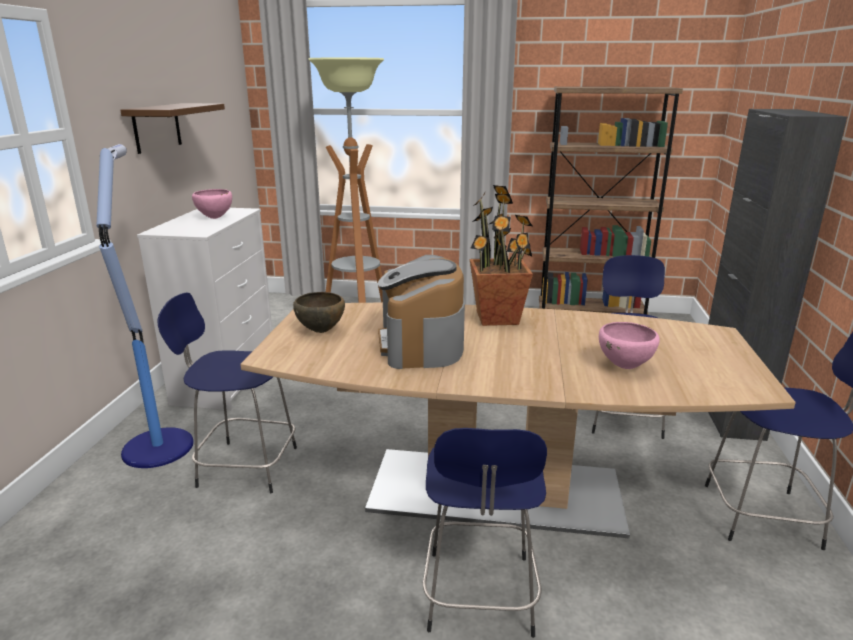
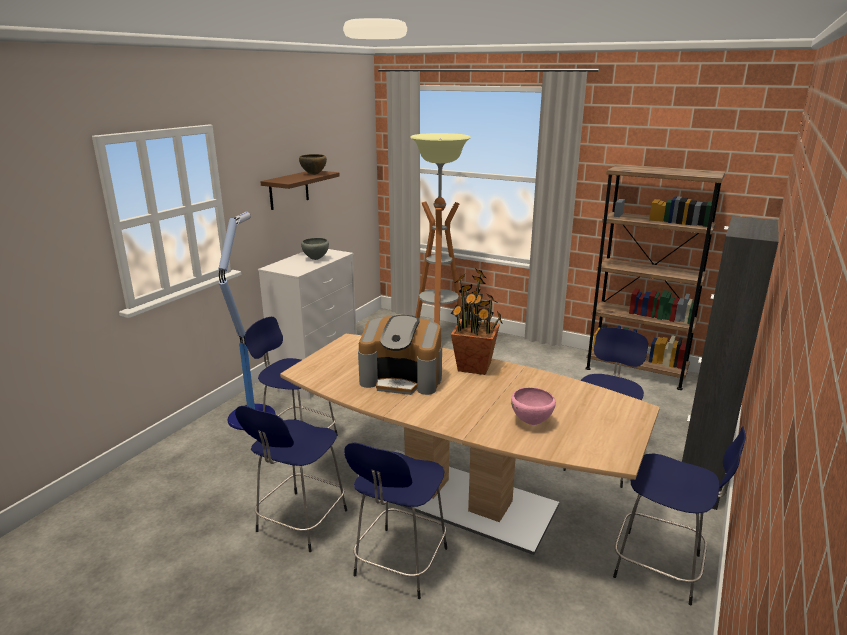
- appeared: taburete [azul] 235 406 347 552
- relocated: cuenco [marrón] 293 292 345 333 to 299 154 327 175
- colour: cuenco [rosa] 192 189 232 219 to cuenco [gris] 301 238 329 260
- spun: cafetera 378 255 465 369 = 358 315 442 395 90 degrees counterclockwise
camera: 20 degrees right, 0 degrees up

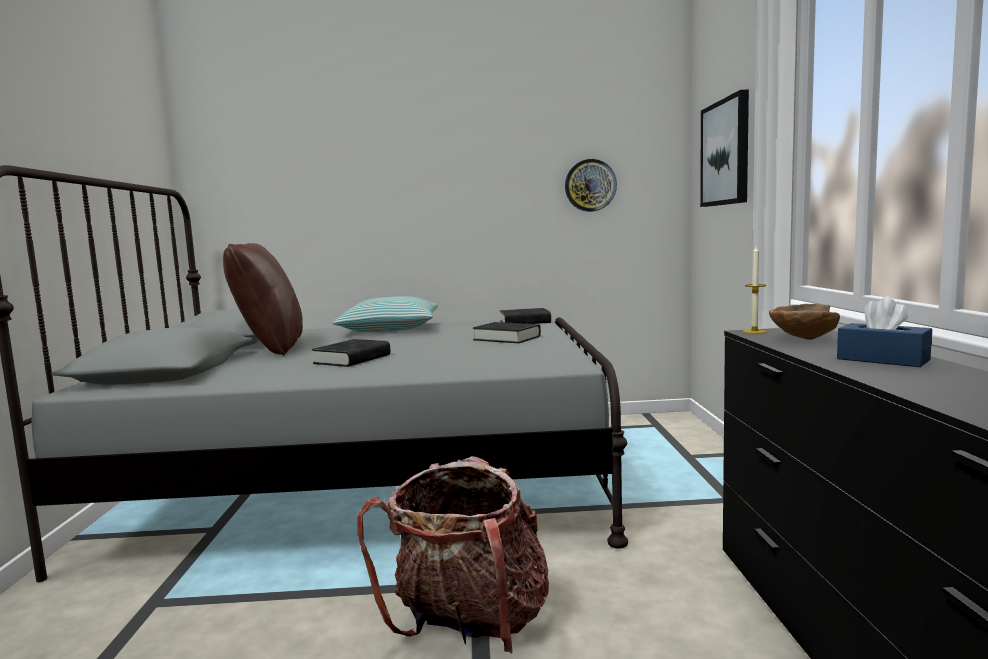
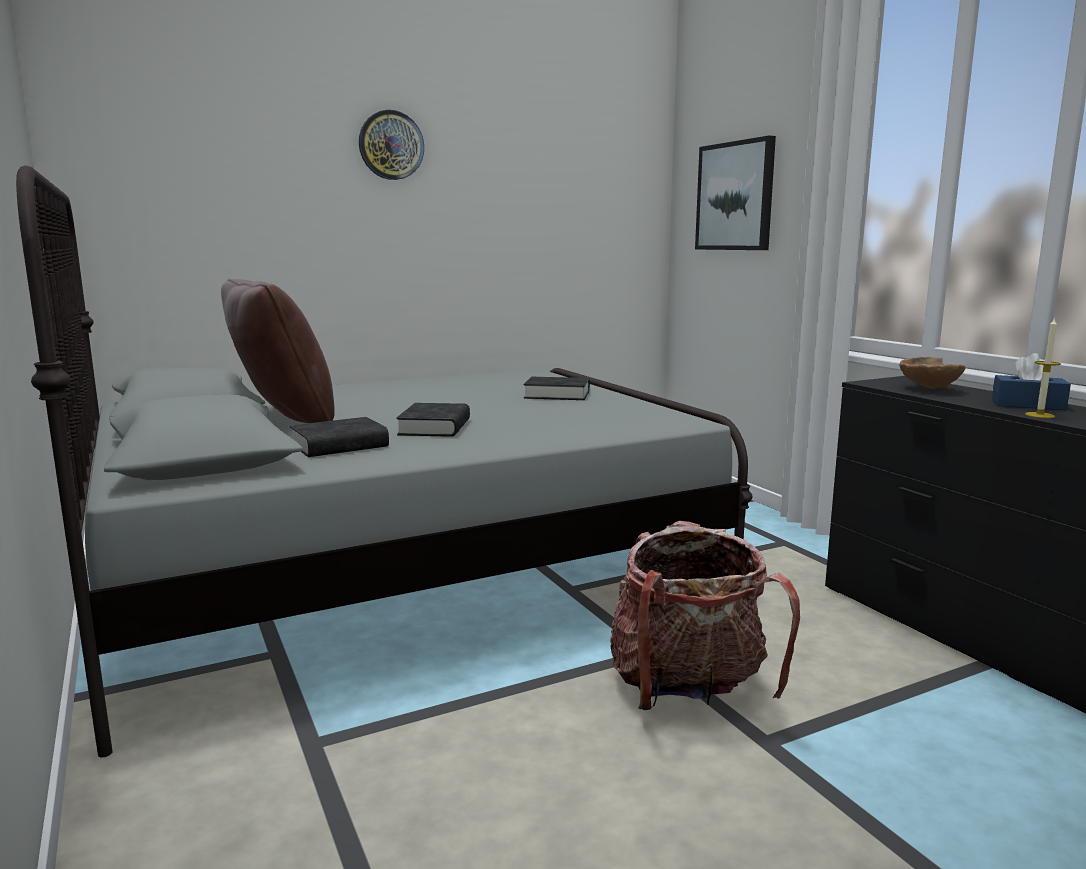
- relocated: libro [negro] 500 308 551 324 to 290 417 389 457
- relocated: reloj de pared 565 159 617 212 to 359 110 424 180
- relocated: vela 742 246 767 334 to 1025 317 1061 418
- missing: cojín 332 296 438 332
camera: 25 degrees left, 5 degrees up

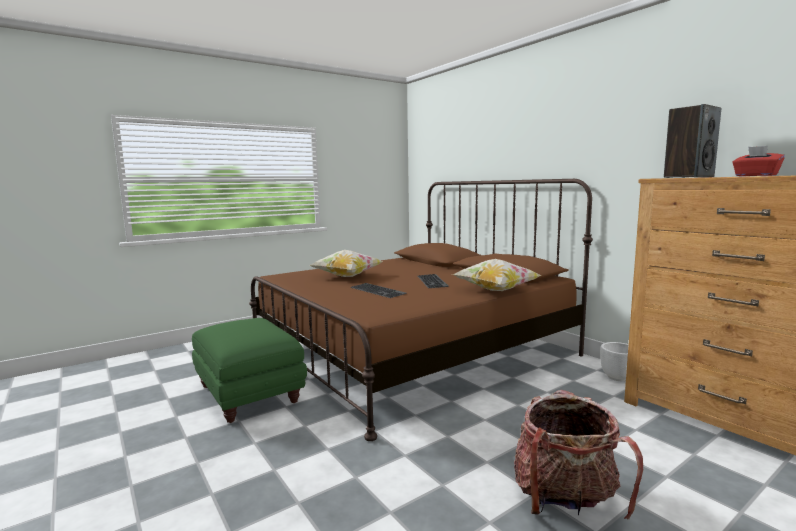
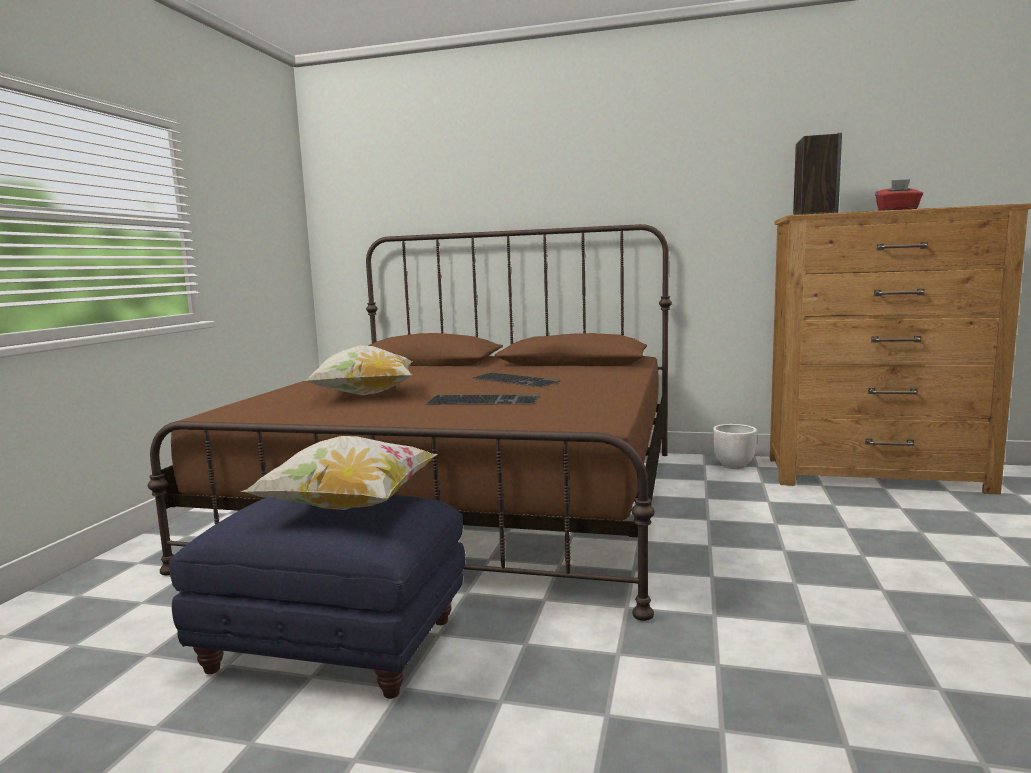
- colour: puf [verde] 192 318 307 423 to puf [azul] 169 495 465 699
- relocated: cojín 452 259 541 291 to 241 436 438 510
- missing: mochila 514 390 643 519
camera: 40 degrees left, 0 degrees up

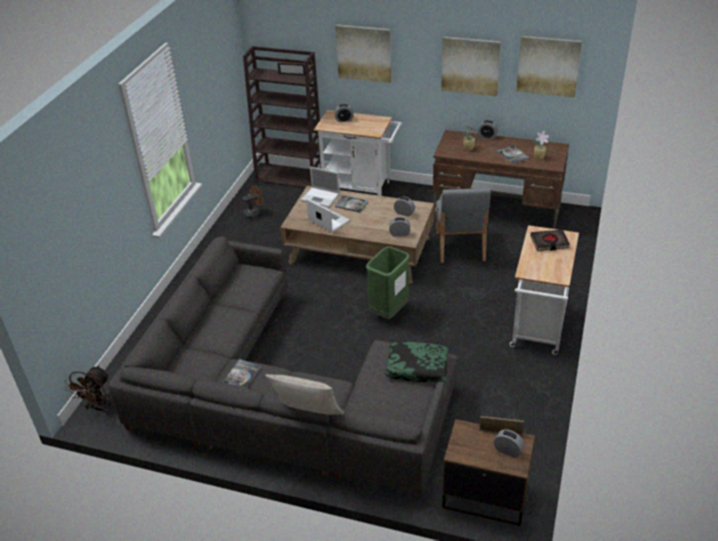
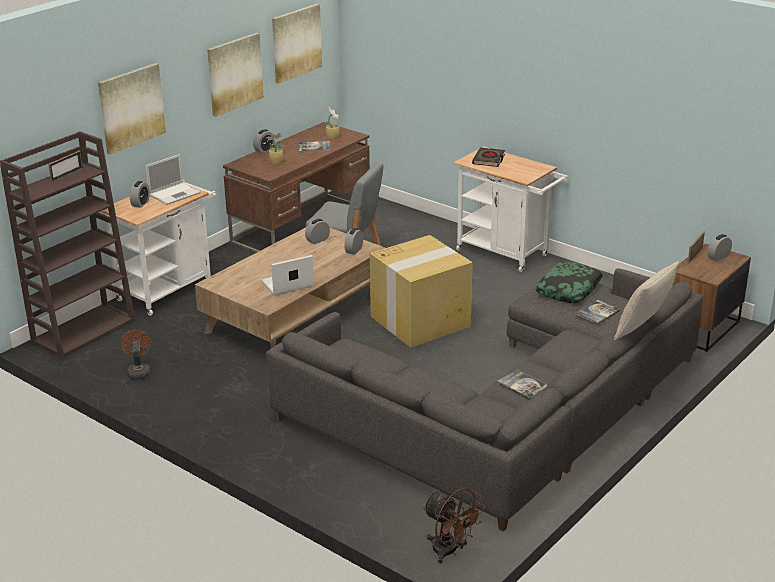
- relocated: portátil 301 167 340 207 to 145 154 201 205
- exchanged: papelera [verde] 366 246 410 319 to caja de cartón 370 235 473 348
- relocated: libro 335 195 368 213 to 575 300 621 324
camera: 70 degrees left, 10 degrees down

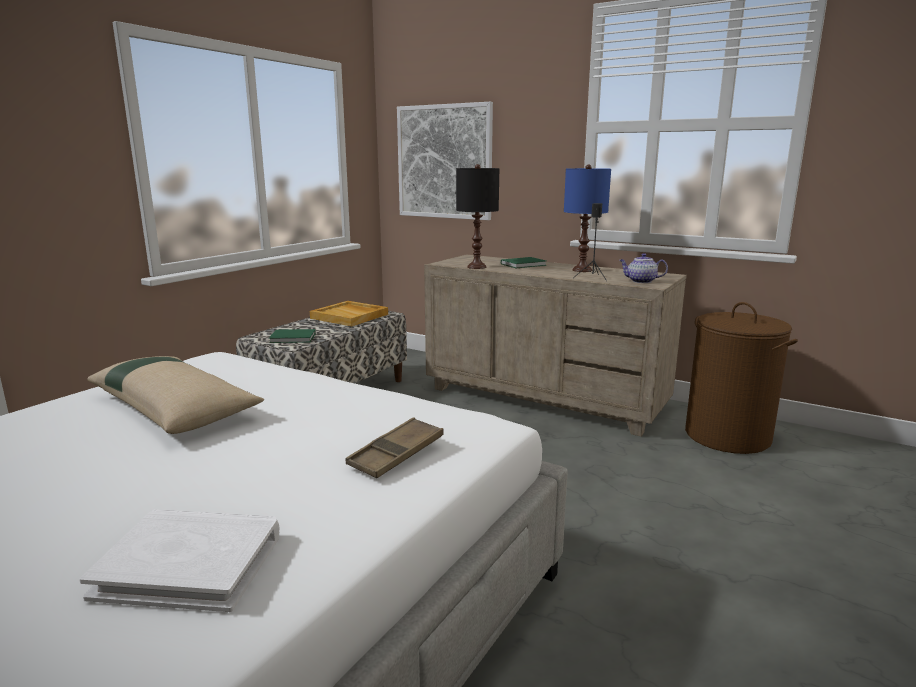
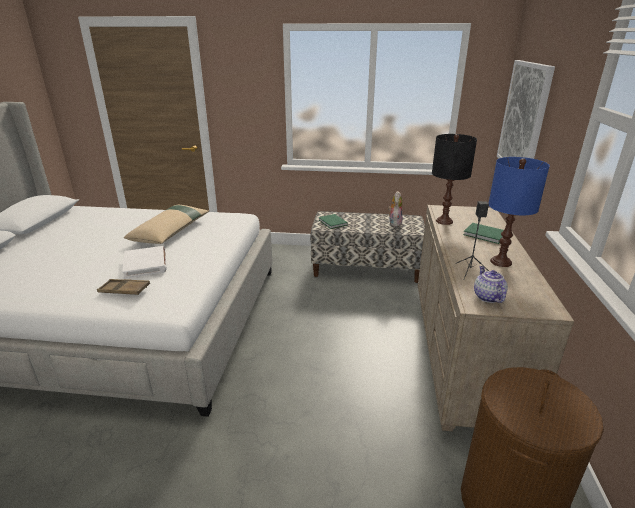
- relocated: libro [blanco] 79 509 279 612 to 122 246 167 279
- exchanged: bandeja [beis] 310 301 388 327 to peluche 388 191 403 227
camera: 65 degrees right, 10 degrees up

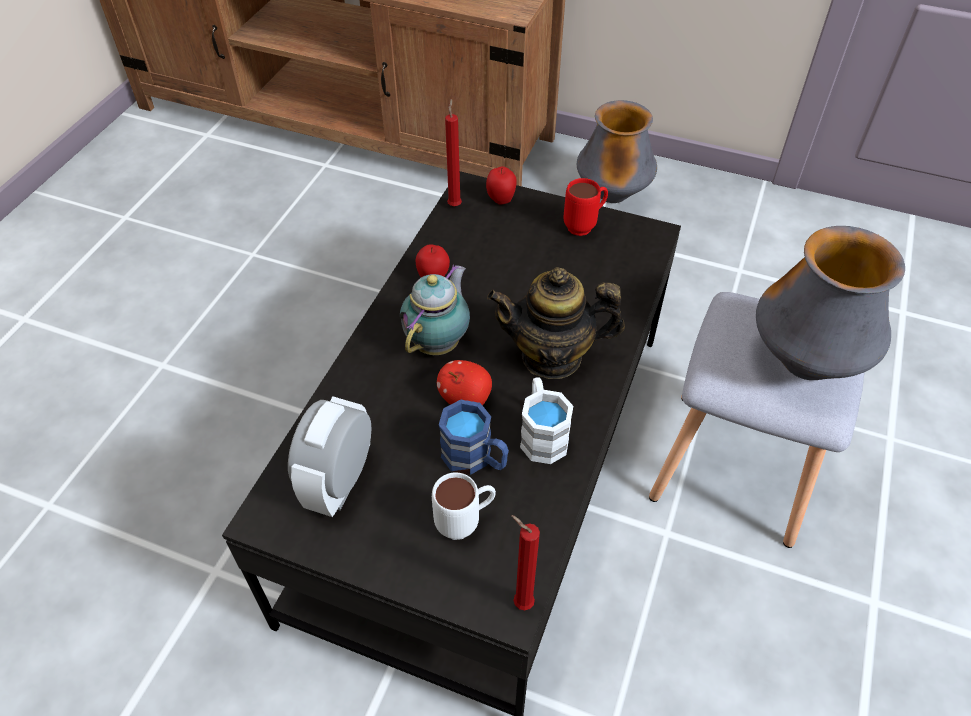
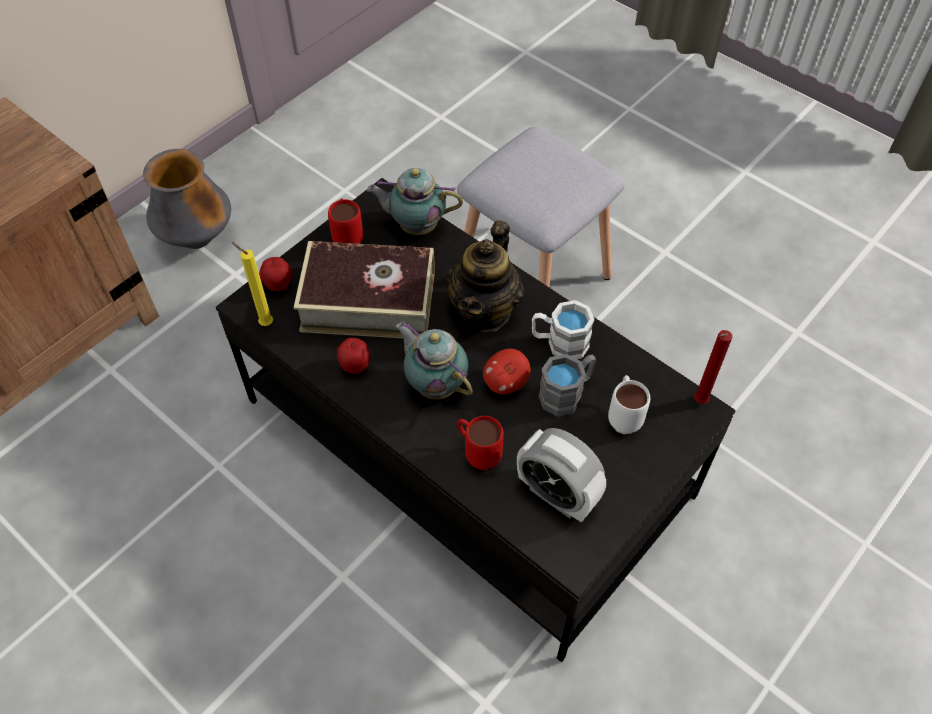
- colour: vela [rojo] 445 99 462 206 to vela [amarillo] 232 242 273 326
- appeared: libro 294 241 435 338
- appeared: tetera 367 168 463 235
- appeared: taza grande [rojo] 457 416 504 470
- colour: taza grande [azul] 439 399 509 475 to taza grande [gris] 538 354 596 417
- missing: florero 756 226 905 380
camera: 70 degrees left, 5 degrees up

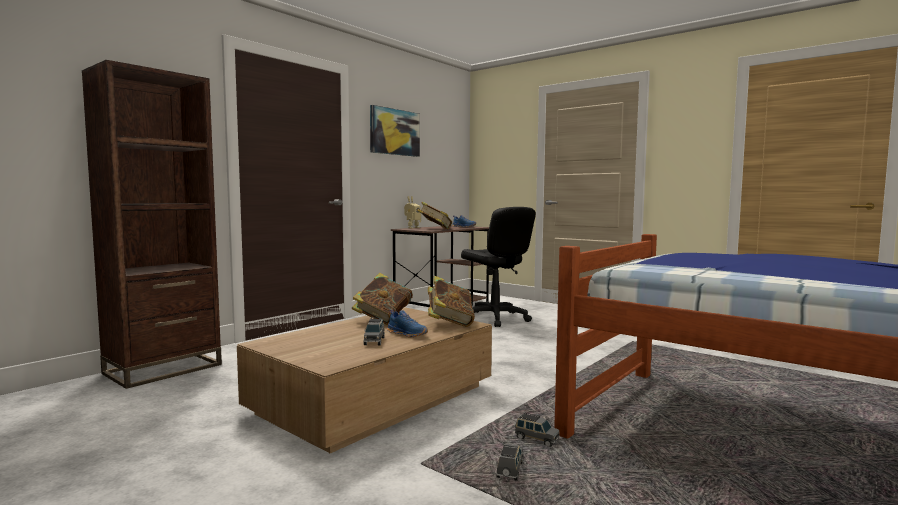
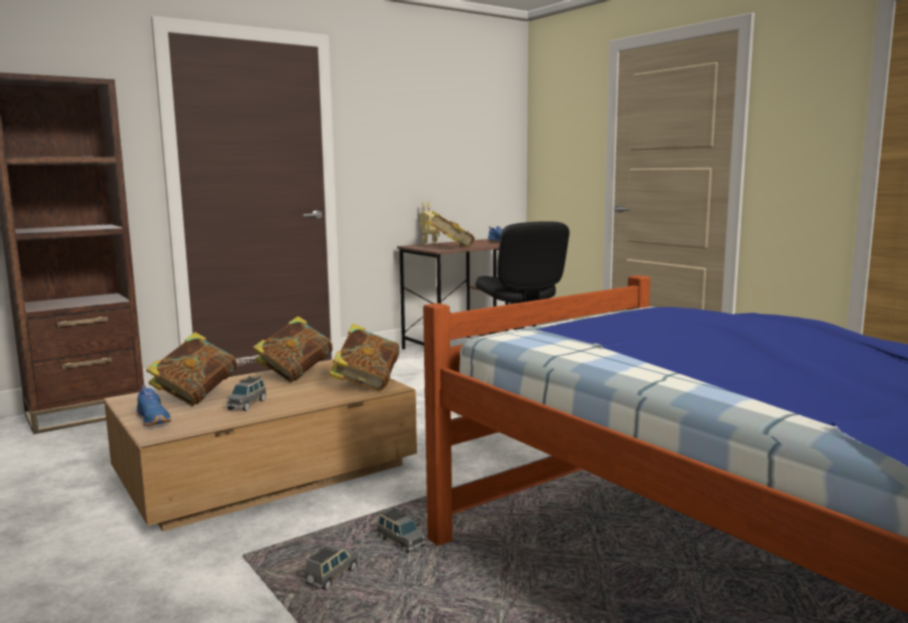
- relocated: zapato [azul] 387 309 428 337 to 136 385 171 426
- appeared: libro 146 332 237 406
- missing: cuadro 370 105 420 157
camera: 15 degrees right, 5 degrees up

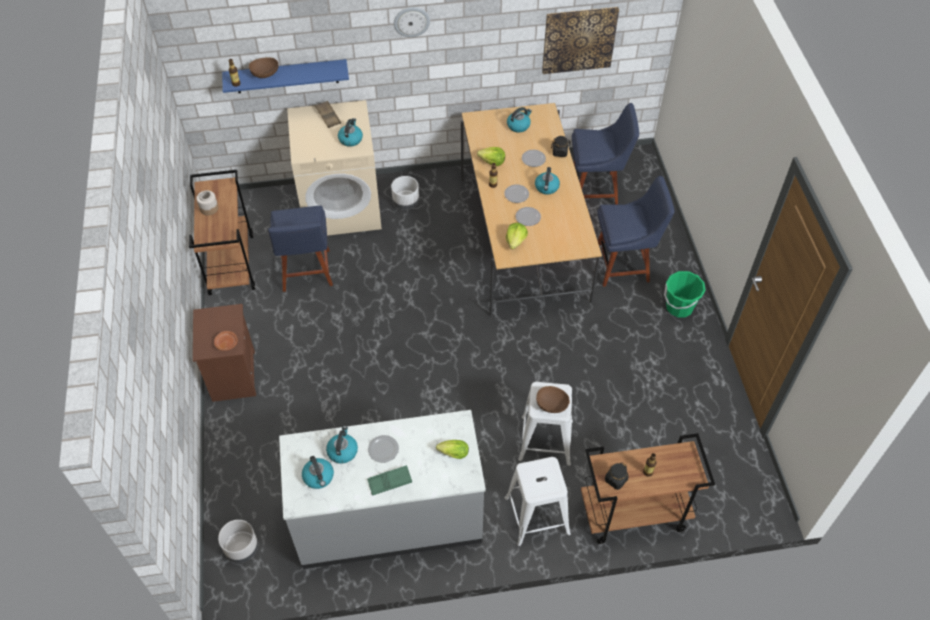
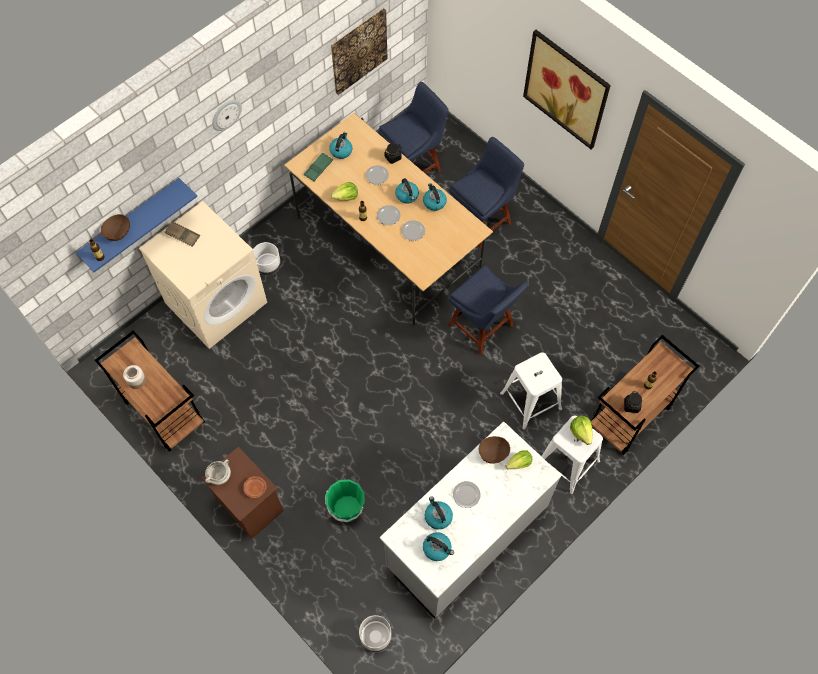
- appeared: olla [blanco] 205 459 231 485
- relocated: bandeja [verde] 367 465 412 496 to 304 152 333 181
- relocated: cubo [verde] 664 271 706 318 to 325 480 365 522
- relocated: hervidor 338 118 363 147 to 423 183 447 211
- relocated: silla [azul] 268 206 333 292 to 448 265 529 355
- relocated: cuenco [marrón] 536 386 570 413 to 479 436 510 464
- appeared: cuadro 523 30 611 149
- relocated: lechuga 506 223 528 249 to 570 416 593 445
camera: 35 degrees left, 10 degrees up

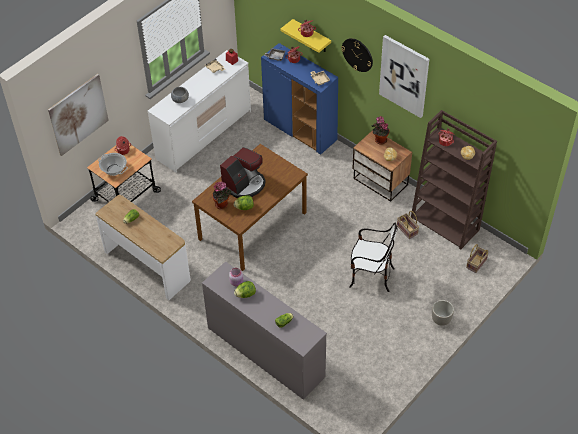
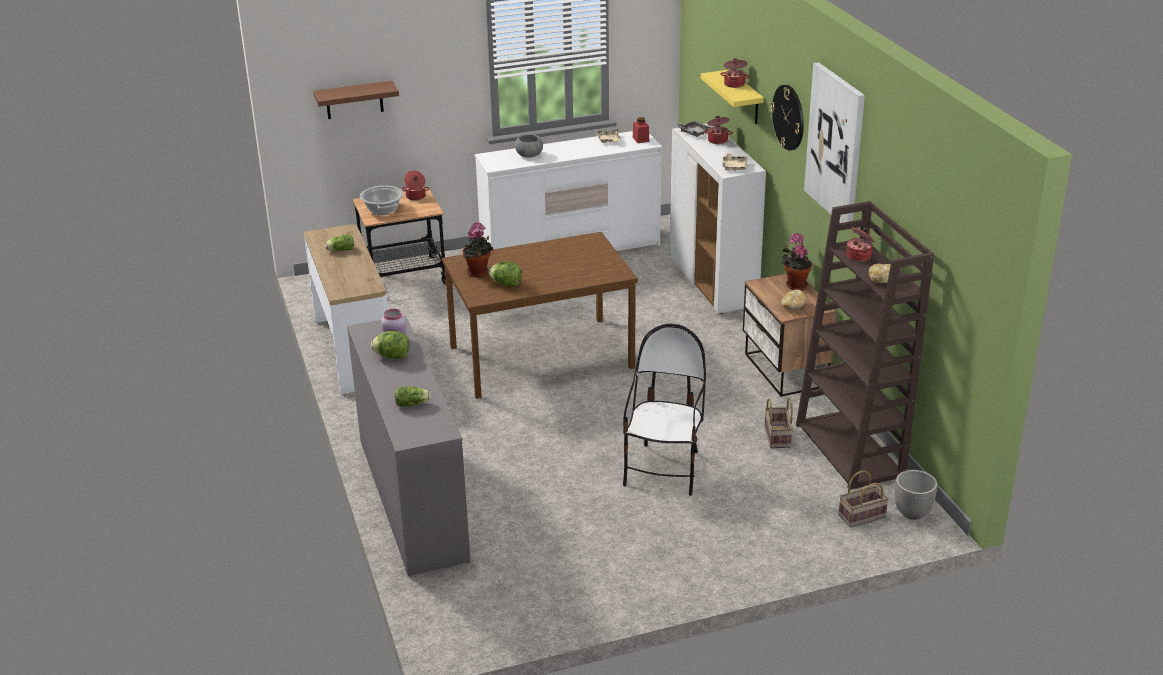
- exchanged: cuadro 48 74 109 156 to estante [marrón] 313 81 399 119
- spun: silla 349 223 398 292 = 623 324 706 496 120 degrees counterclockwise
- colour: armario [azul] 261 43 338 155 to armario [blanco] 670 124 766 314
- relocated: maceta 432 300 454 326 to 895 470 938 520
- missing: cafetera 220 147 266 198
camera: 30 degrees right, 20 degrees down

